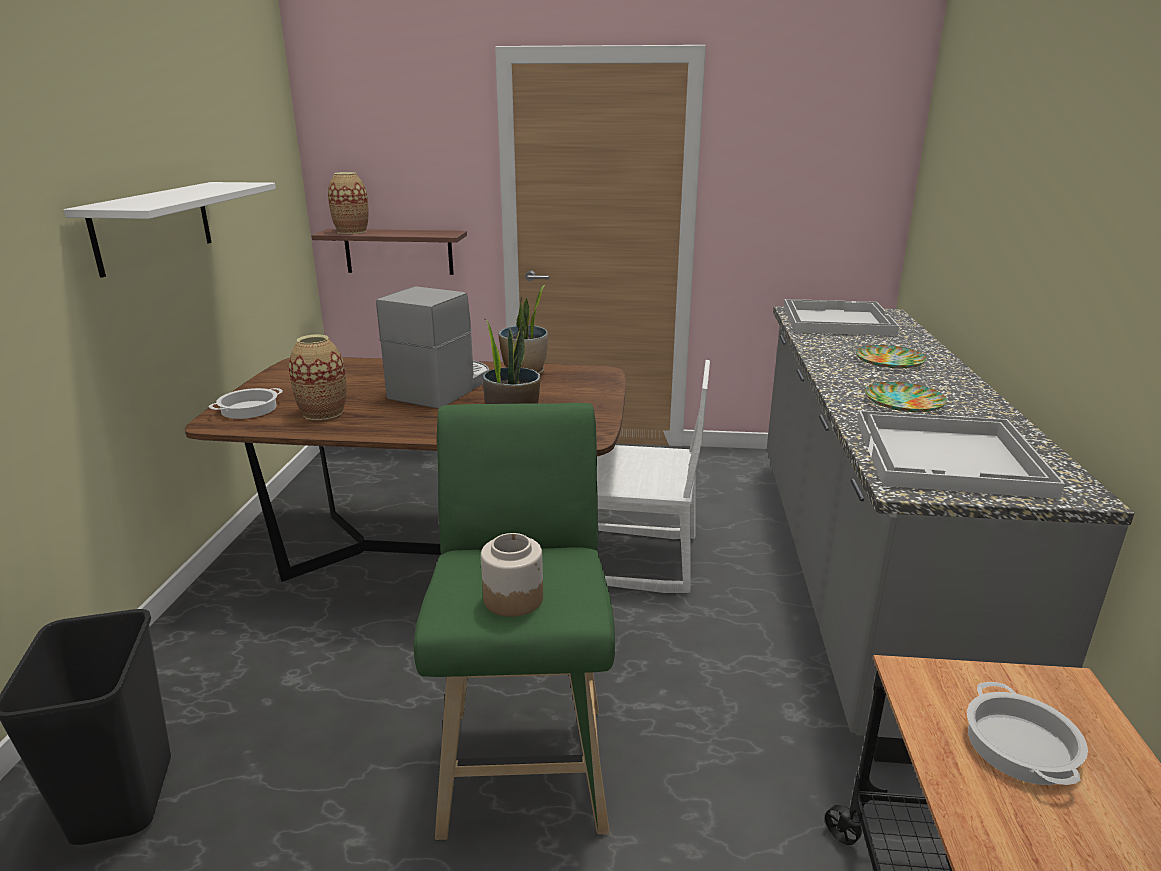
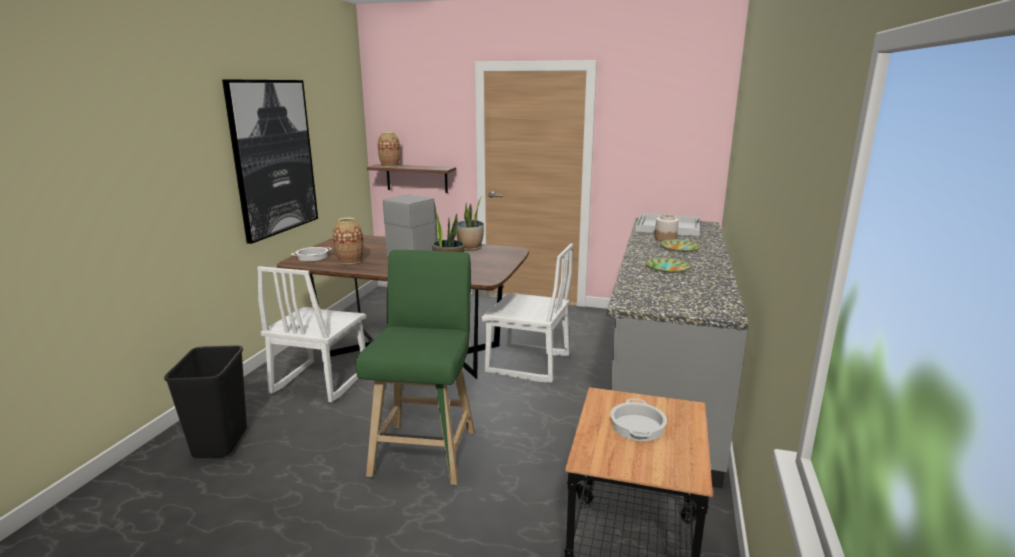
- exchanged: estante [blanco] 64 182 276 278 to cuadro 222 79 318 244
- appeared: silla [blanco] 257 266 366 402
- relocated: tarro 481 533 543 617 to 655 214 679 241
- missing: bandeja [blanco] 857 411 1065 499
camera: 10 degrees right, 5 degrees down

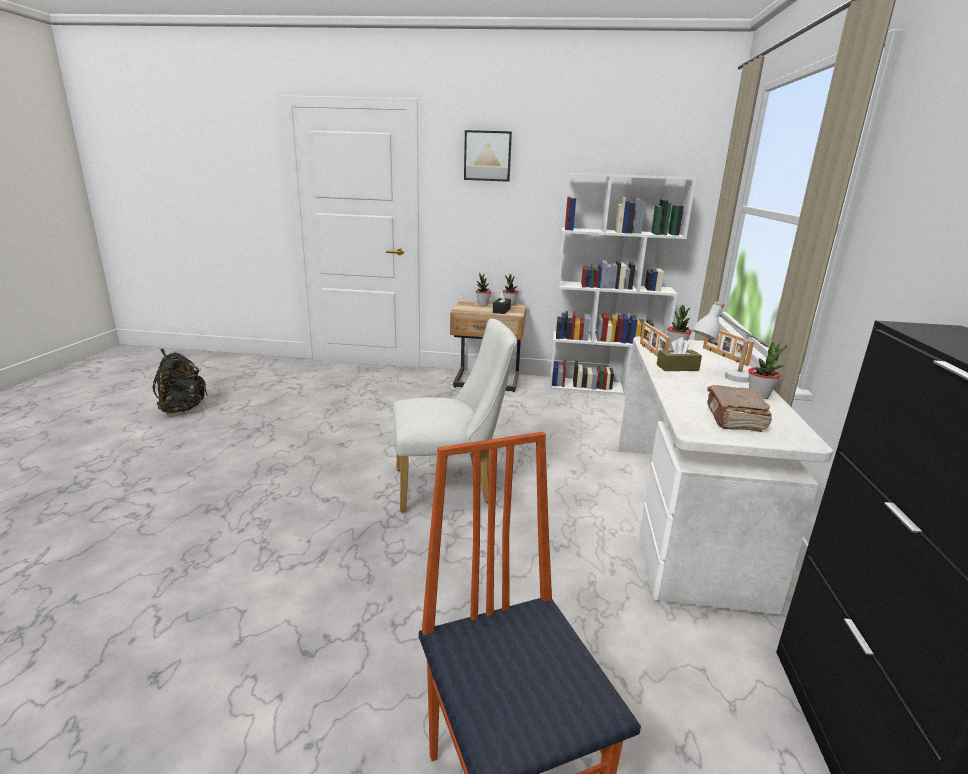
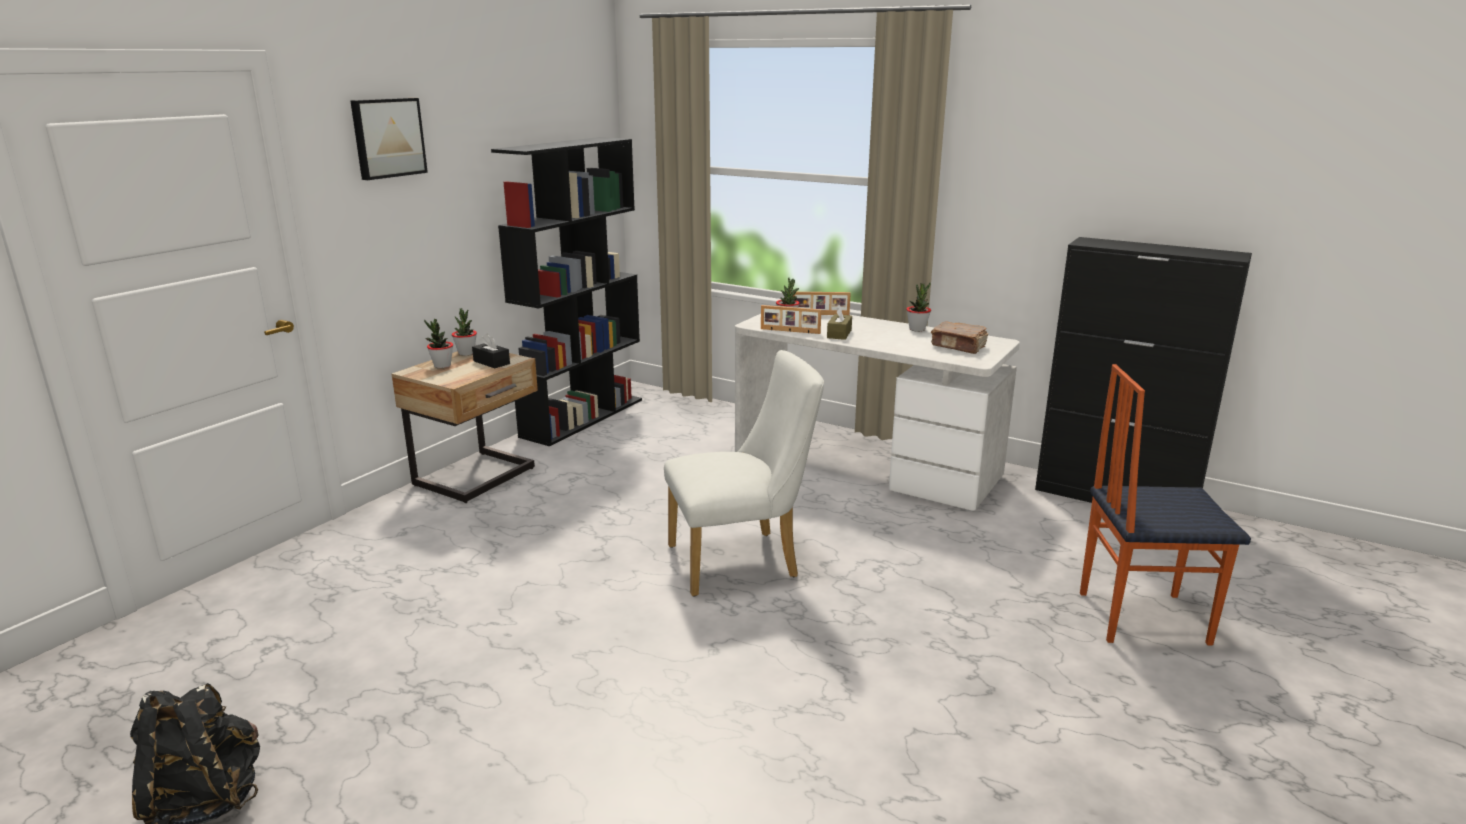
- colour: estantería [blanco] 549 173 697 395 to estantería [negro] 491 137 642 446
- spun: silla [blanco] 393 318 517 512 = 664 350 824 596 60 degrees clockwise
- missing: lámpara de mesa [blanco] 692 301 769 383
camera: 65 degrees left, 0 degrees up

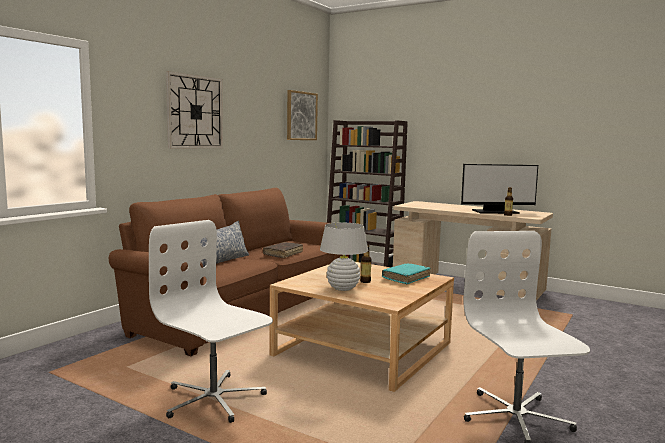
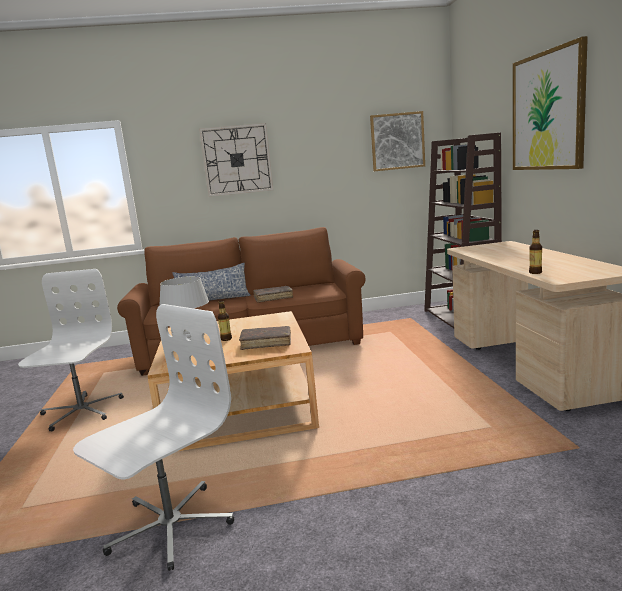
- colour: libro [turquesa] 382 263 431 284 to libro [marrón] 239 326 291 350
- appeared: cuadro 513 36 588 170
- missing: monitor 461 164 538 214
camera: 50 degrees right, 5 degrees up

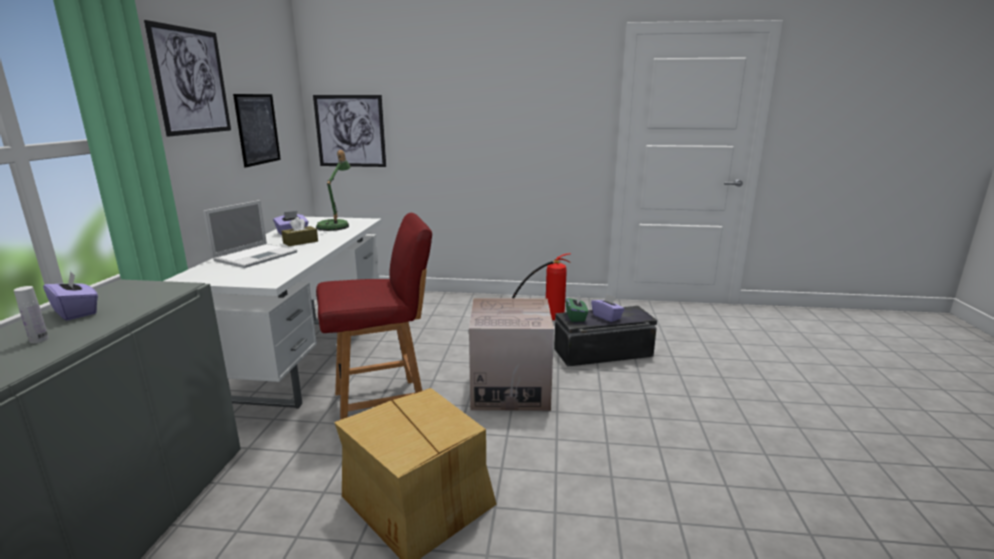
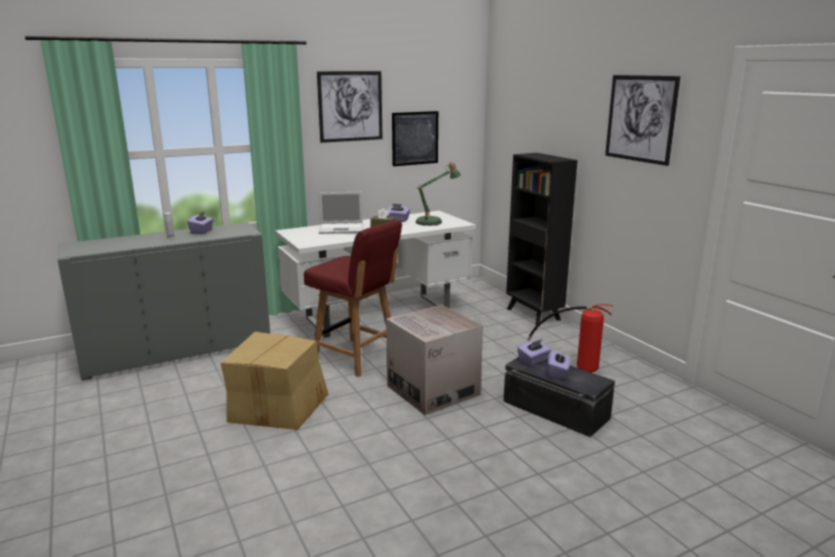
- appeared: estantería [negro] 506 153 577 326
- colour: caja de pañuelos [verde] 565 294 588 322 to caja de pañuelos [morado] 517 339 551 366
- relocated: cuadro 313 95 386 167 to 605 75 680 166
camera: 55 degrees right, 0 degrees up

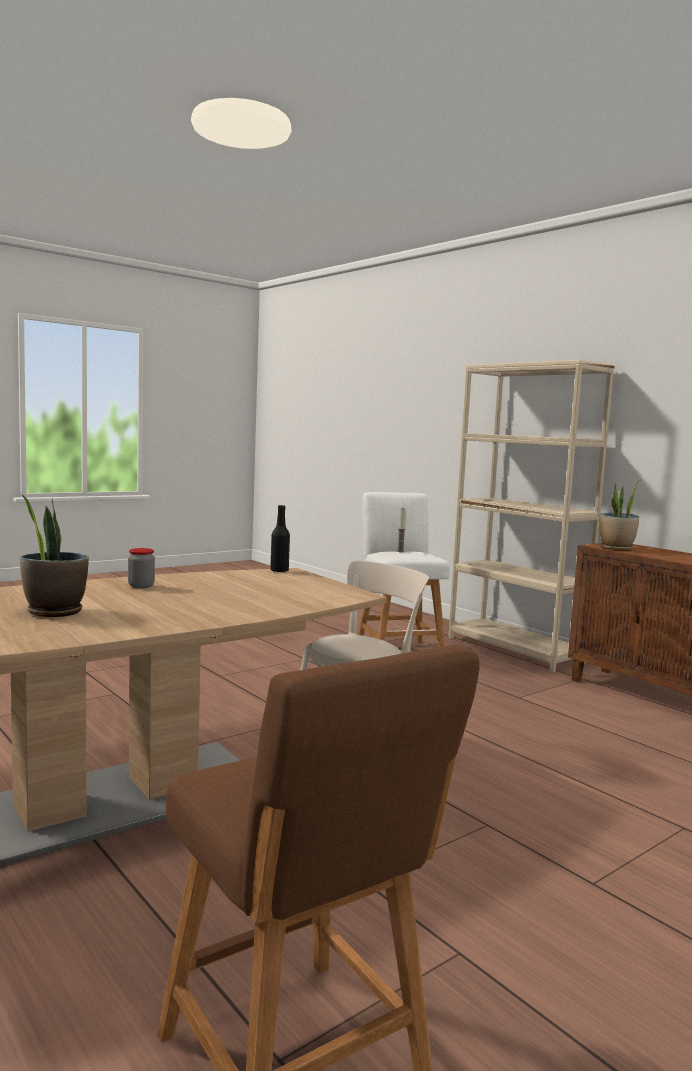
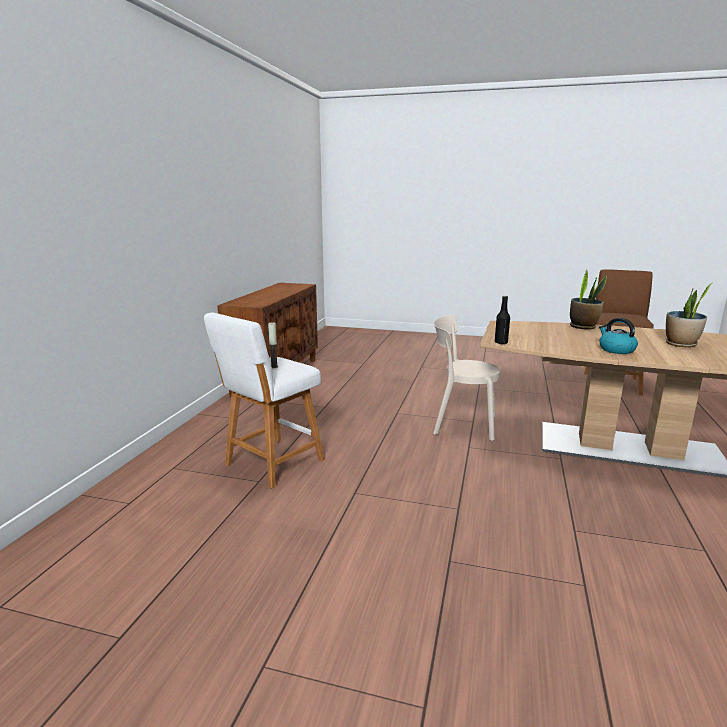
- relocated: planta en maceta 599 480 640 550 to 570 269 607 330
- exchanged: tarro 128 548 155 589 to hervidor 599 318 638 354
- missing: estantería [beis] 448 360 615 673
camera: 125 degrees left, 10 degrees up

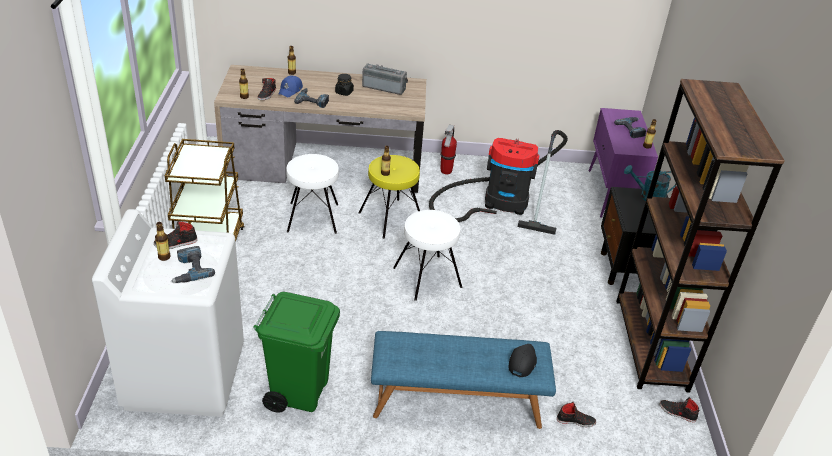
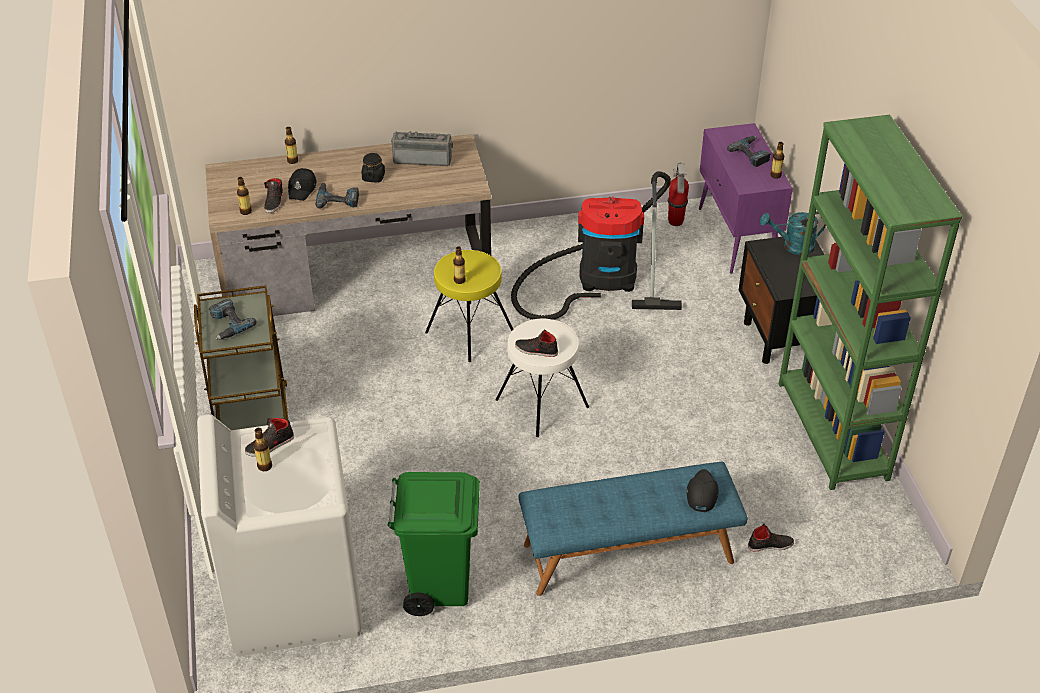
- relocated: taladro 171 246 215 283 to 209 299 257 340
- colour: gorra [azul] 278 76 303 97 to gorra [negro] 288 168 316 201
- relocated: zapato [negro] 660 397 699 422 to 515 329 558 357
- relocated: extintor 440 125 457 174 to 668 163 689 226
- colour: estantería [marrón] 616 79 785 393 to estantería [verde] 779 115 963 490
- missing: taburete [blanco] 286 154 339 234
camera: 10 degrees left, 5 degrees up

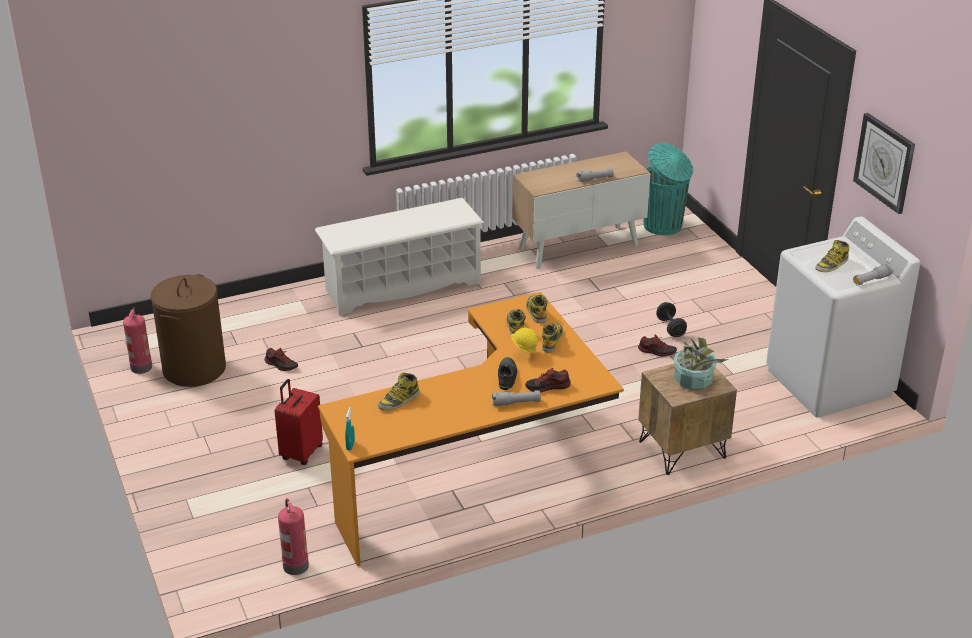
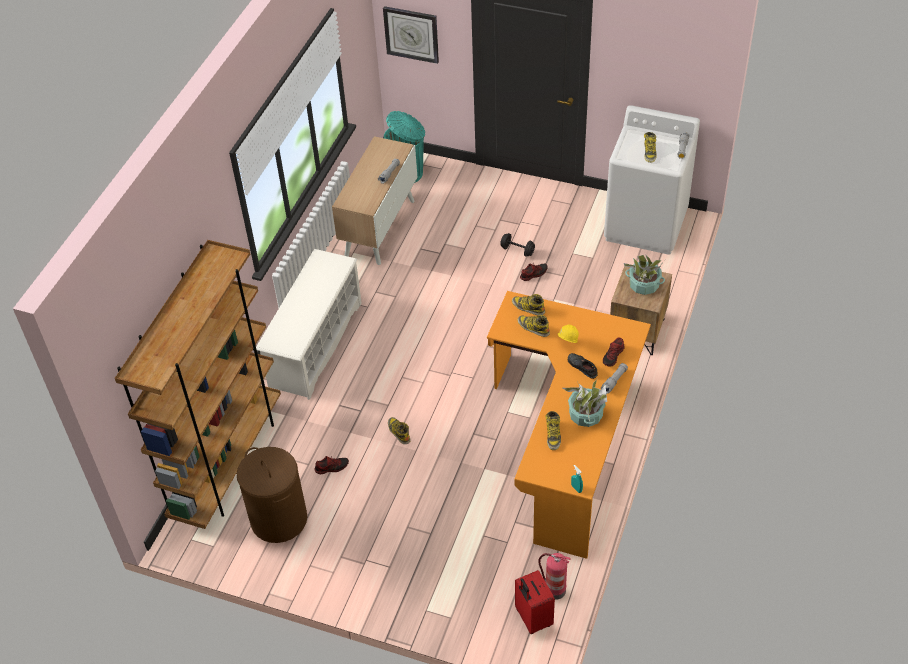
- appeared: estantería [marrón] 115 240 281 529
- relocated: reloj de pared 853 113 915 214 to 383 6 439 64
- relocated: bota 542 324 563 353 to 388 417 411 444
- relocated: maleta [rojo] 275 379 323 465 to 515 570 555 634
- appeared: planta en maceta 563 379 607 427
- missing: extintor 123 307 152 374
camera: 45 degrees left, 15 degrees up

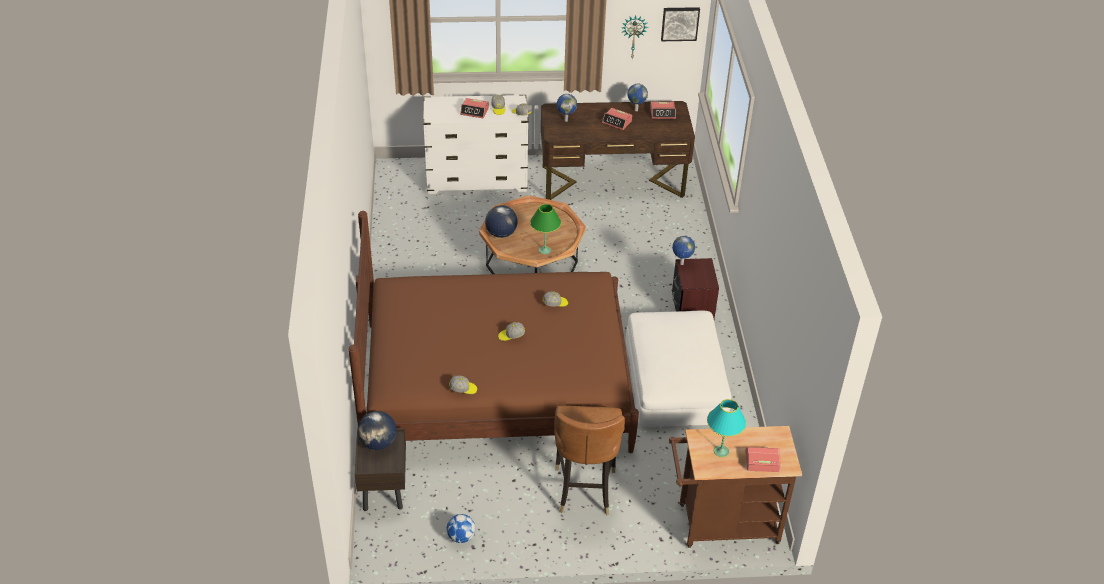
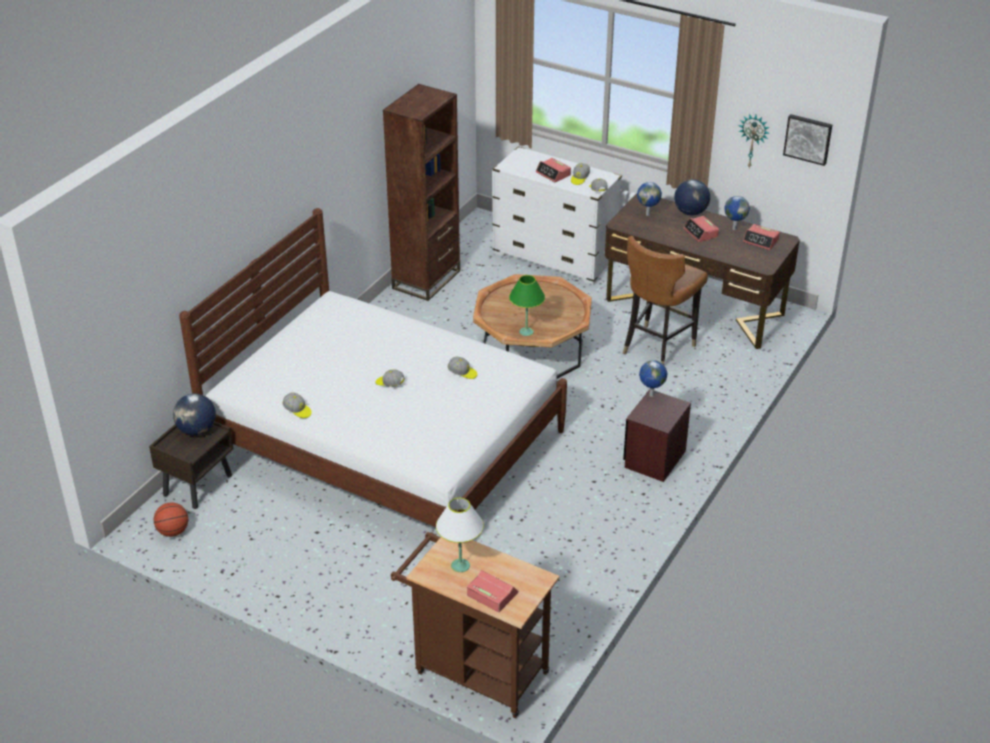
- appeared: balón de baloncesto 154 502 188 537
- colour: cama [marrón] 348 211 639 453 to cama [blanco] 179 208 567 527
- appeared: estantería [marrón] 383 84 460 301
- colour: lámpara de mesa [turquesa] 707 399 746 457 to lámpara de mesa [blanco] 436 498 484 572
- relocated: silla [marrón] 554 405 625 515 to 623 236 708 365
- relocated: globo terráqueo 485 205 518 238 to 674 179 710 215
- missing: balón de fútbol 447 514 475 543
- missing: puf [blanco] 626 311 731 427
camera: 35 degrees right, 5 degrees down

